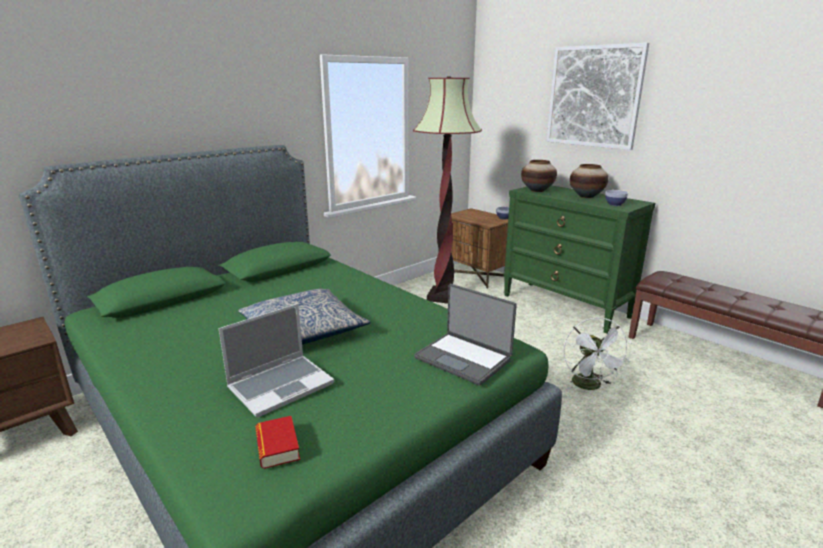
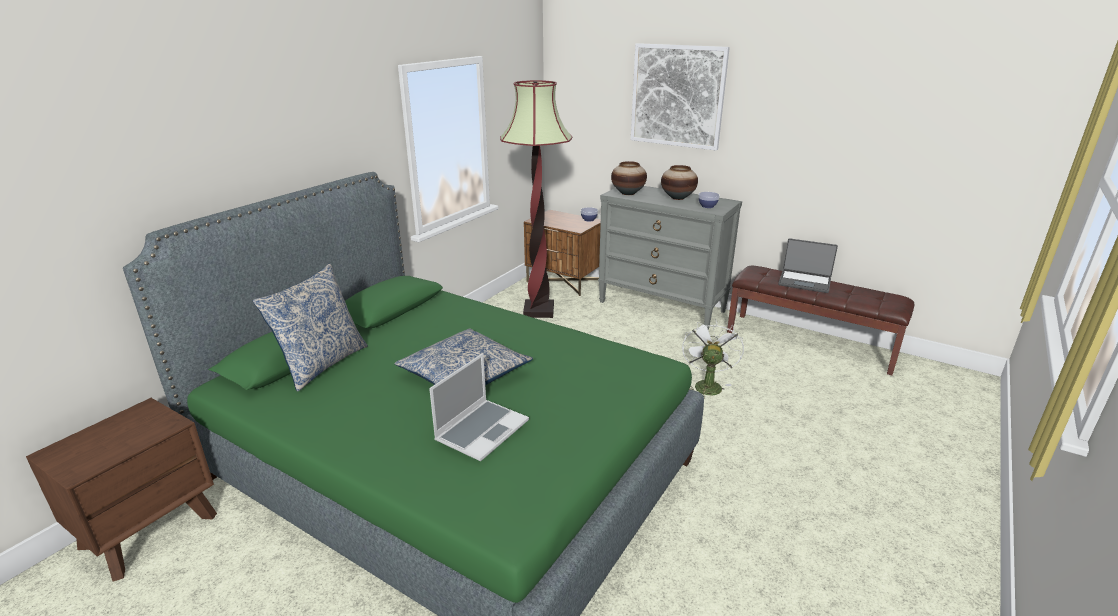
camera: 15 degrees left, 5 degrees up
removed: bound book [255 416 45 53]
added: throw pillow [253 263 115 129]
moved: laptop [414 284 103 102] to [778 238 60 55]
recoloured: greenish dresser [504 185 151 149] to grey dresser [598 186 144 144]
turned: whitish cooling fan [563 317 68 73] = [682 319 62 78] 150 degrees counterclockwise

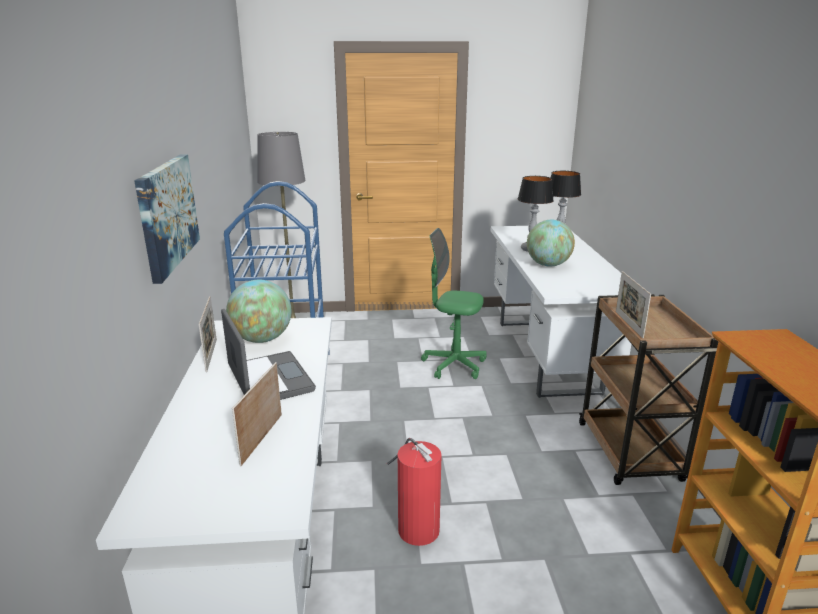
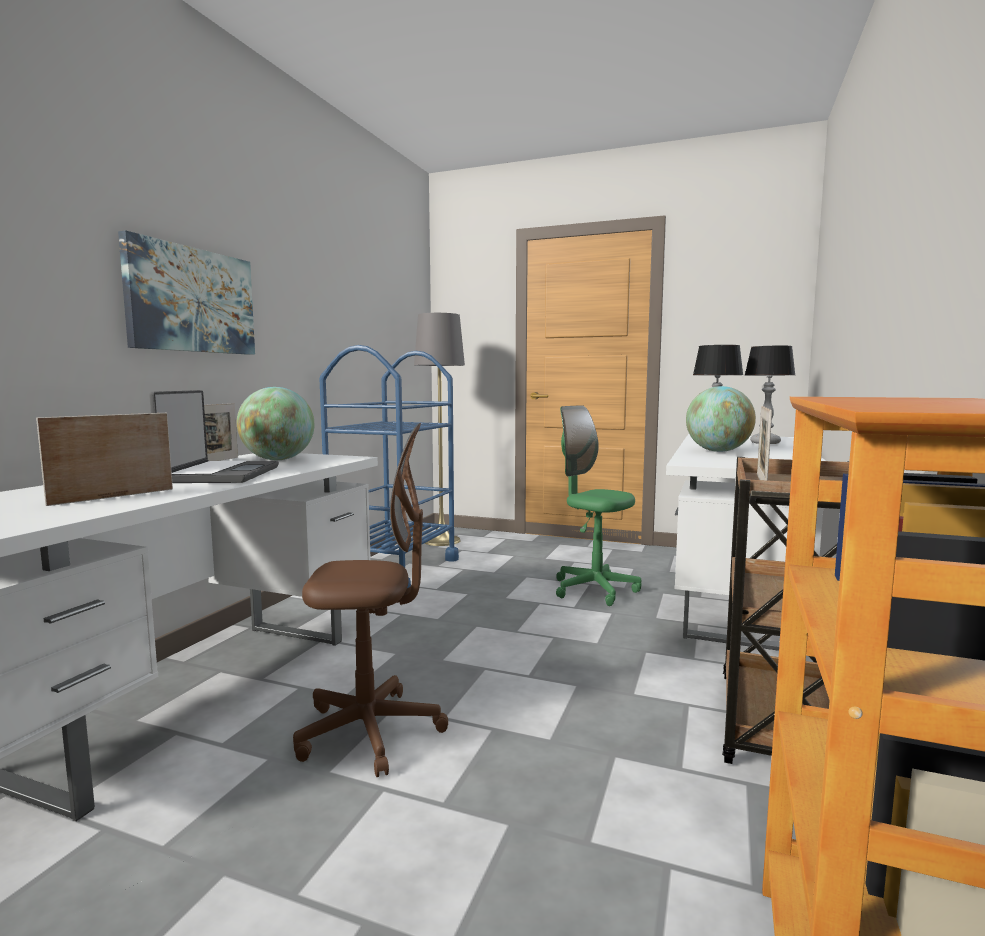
camera: 25 degrees right, 15 degrees down
replaced: fire extinguisher [387 438 54 108] to brown desk chair [293 423 155 354]

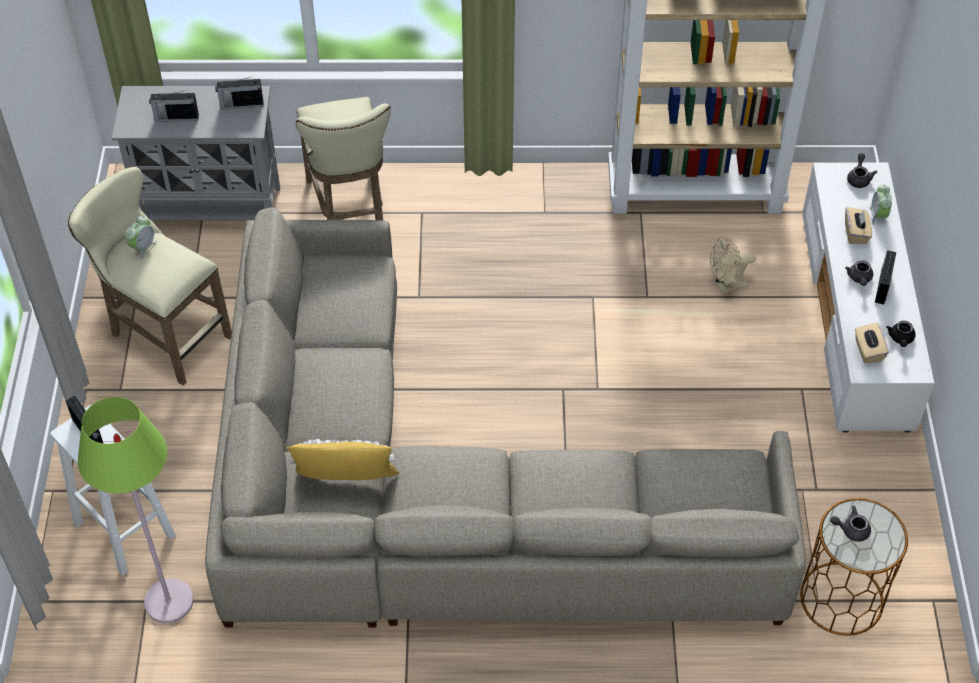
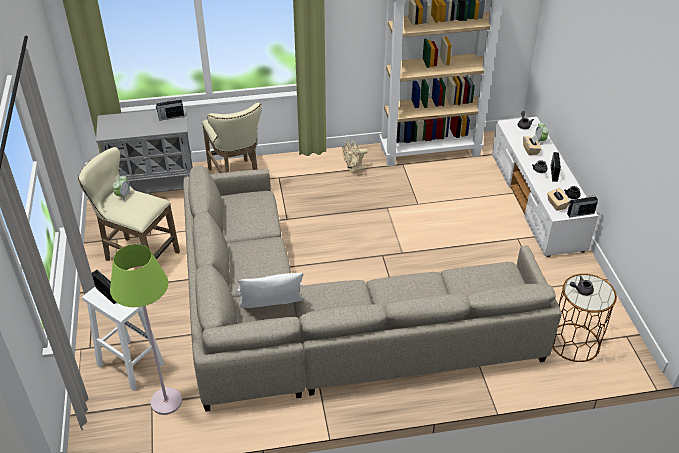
camera: 10 degrees left, 10 degrees down
moved: radio [149 90 50 32] to [567 196 31 22]; sand-coloured cooling fan [710 236 46 57] to [342 139 26 34]
recoloured: yellow throw pillow [286 439 113 41] to whitish throw pillow [238 273 65 35]

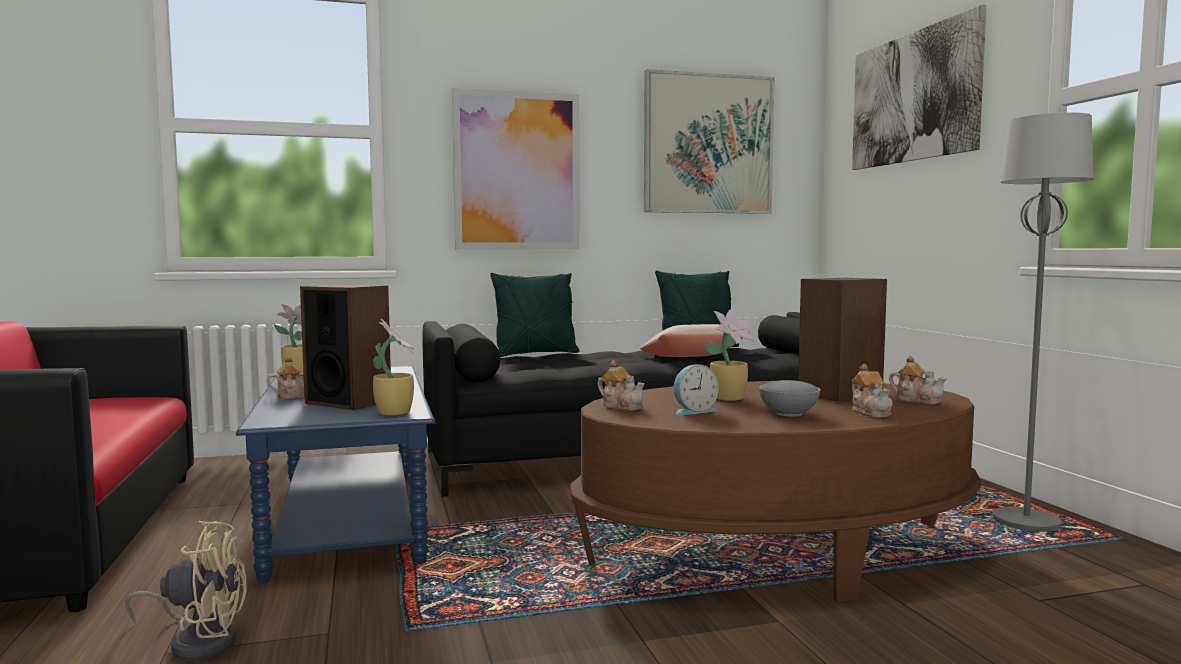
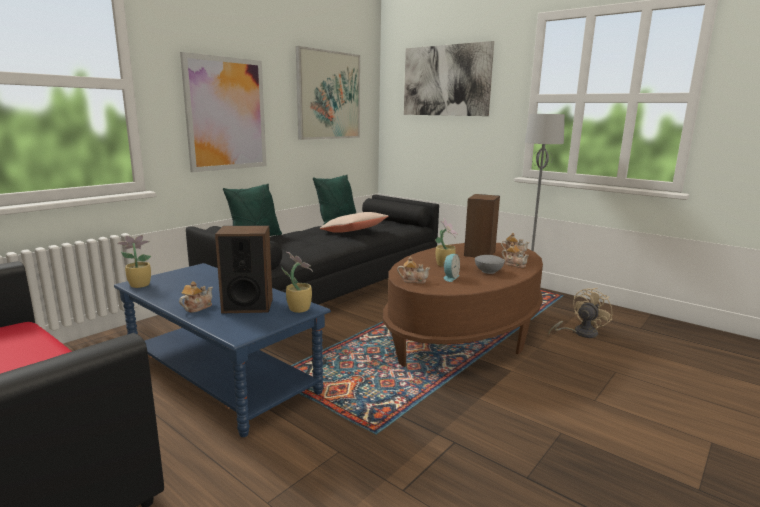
camera: 35 degrees left, 10 degrees up
moved: sand-coloured cooling fan [125 521 122 140] to [548 288 64 50]

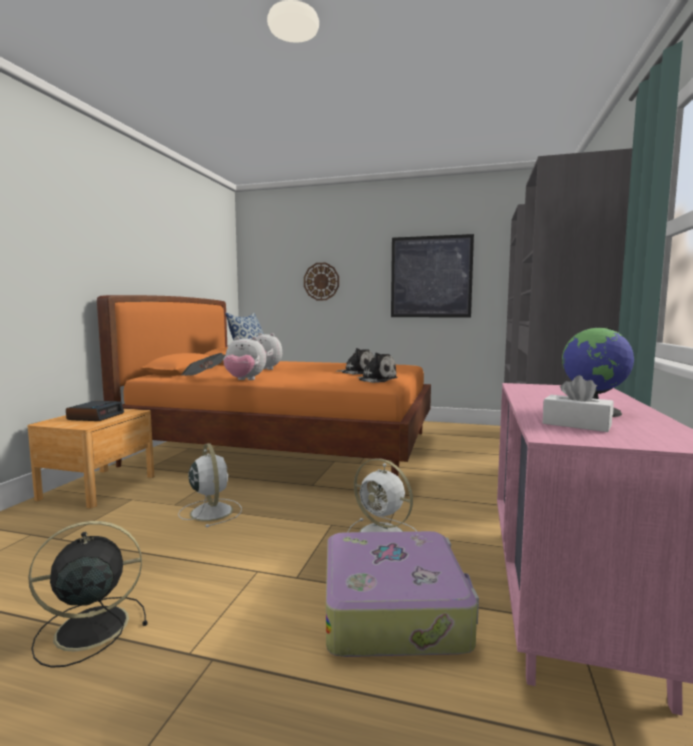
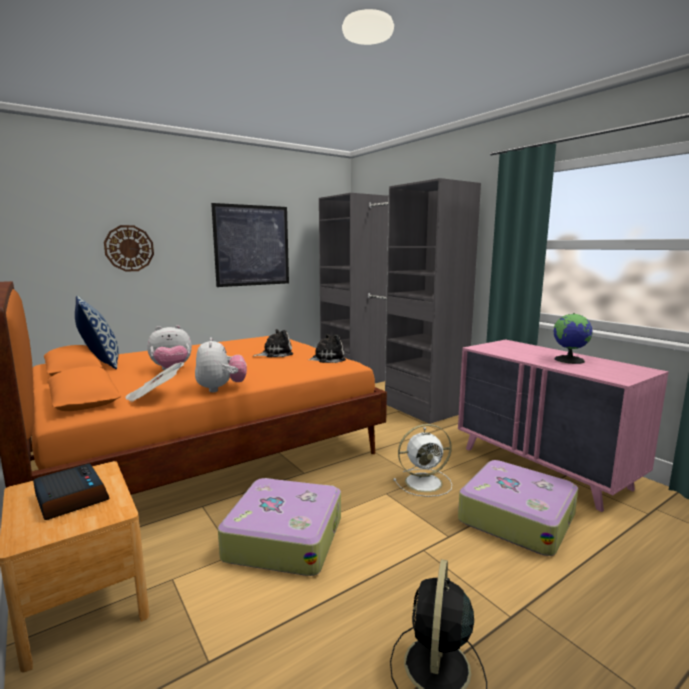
camera: 50 degrees left, 5 degrees up
removed: whitish box of tissues [543 375 71 57]
replaced: whitish cooling fan [178 443 64 84] to piece of luggage [218 478 123 98]
turned: plush toy [223 337 43 43] = [195 337 52 55] 60 degrees counterclockwise

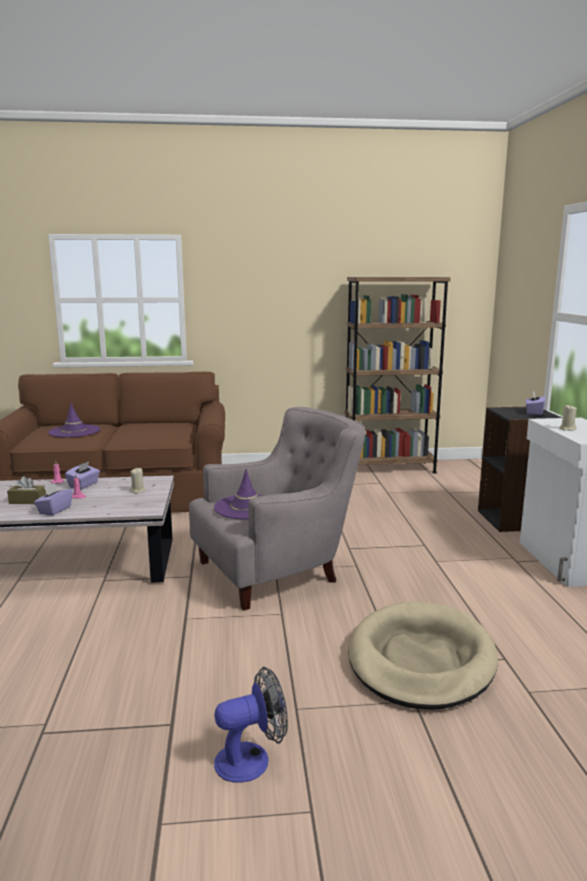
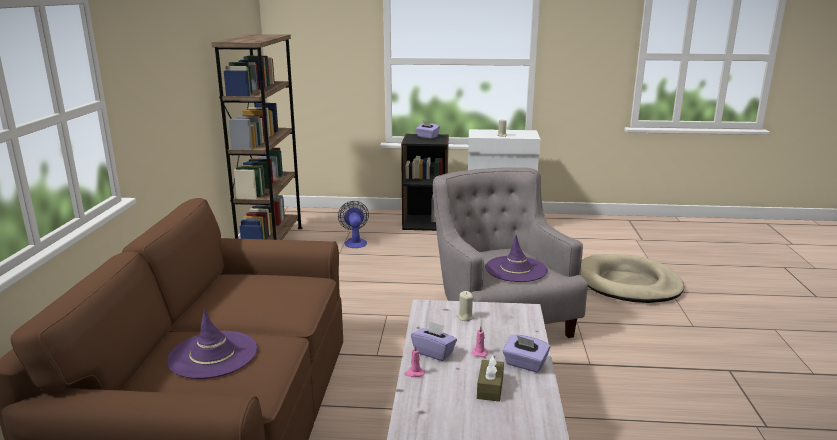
camera: 80 degrees left, 5 degrees up
moved: cooling fan [214 667 74 116] to [338 201 31 47]

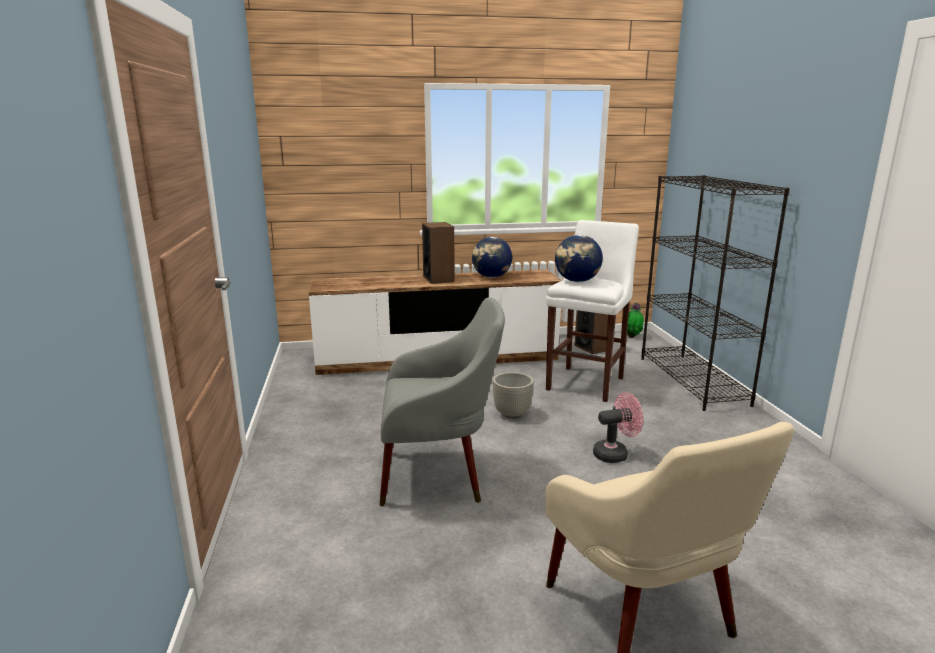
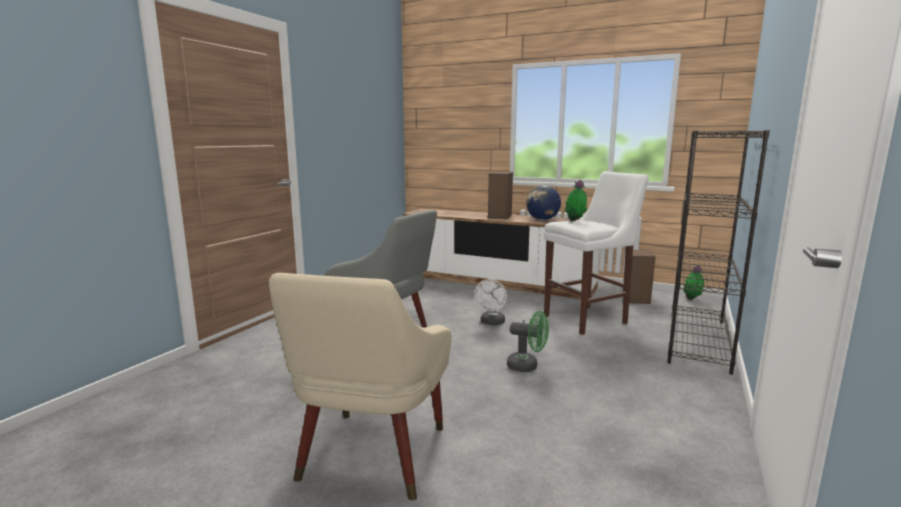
camera: 35 degrees right, 5 degrees down
replaced: grey flower pot [492 372 42 47] to whitish cooling fan [474 279 33 46]; world globe [555 235 48 47] to houseplant [565 179 22 42]
recoloured: pinkish cooling fan [593 392 50 71] to greenish cooling fan [507 311 42 61]

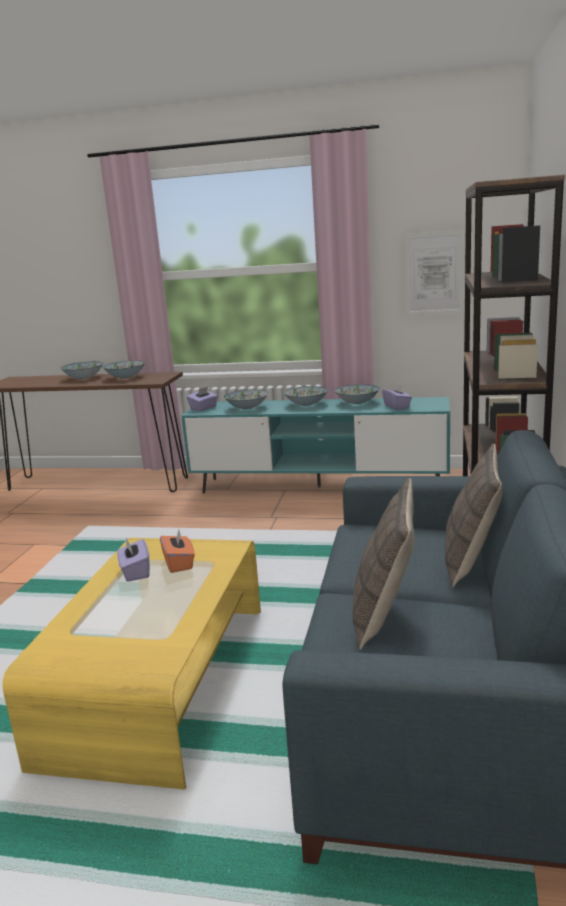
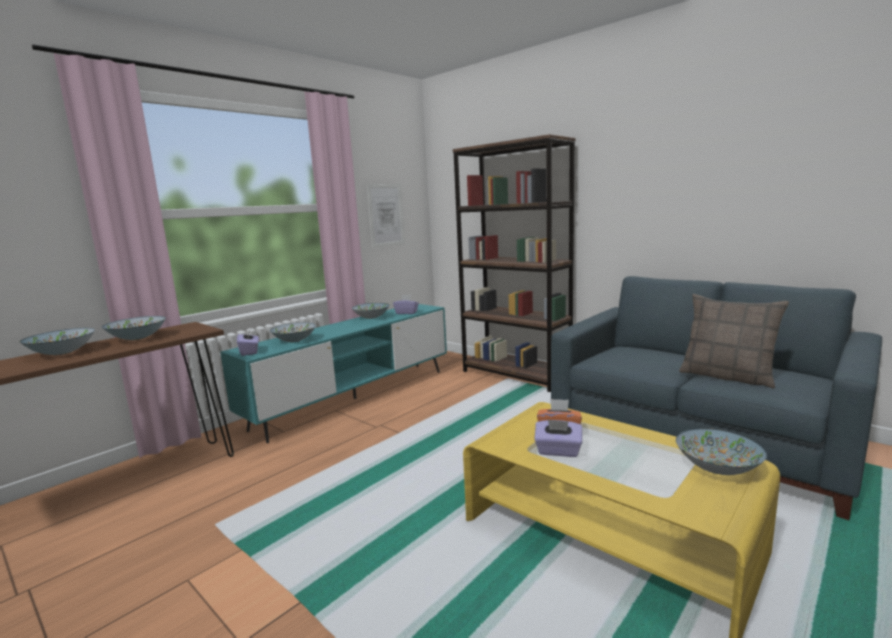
camera: 60 degrees left, 5 degrees down
removed: throw pillow [445 444 57 143]
moved: bowl [284 386 44 20] to [676 428 91 47]

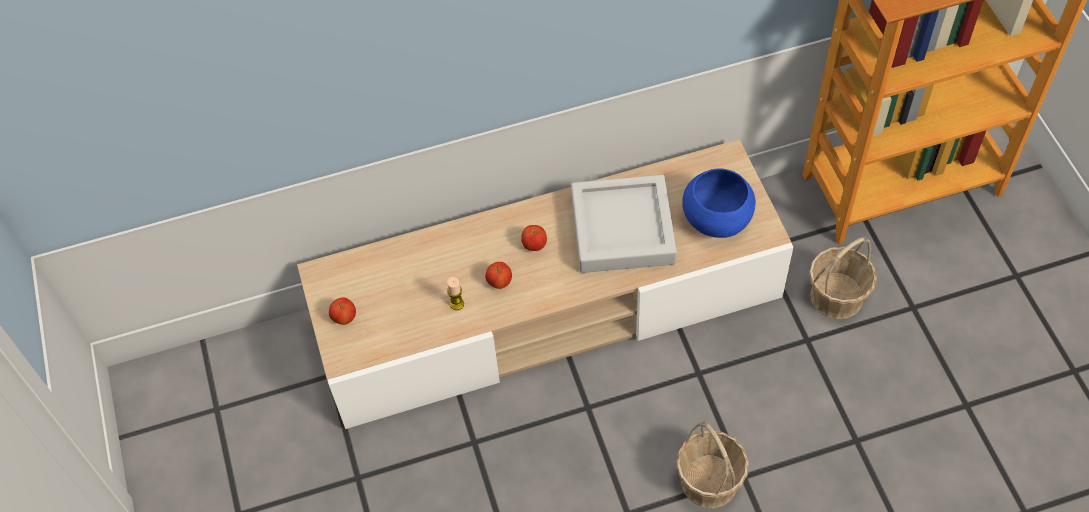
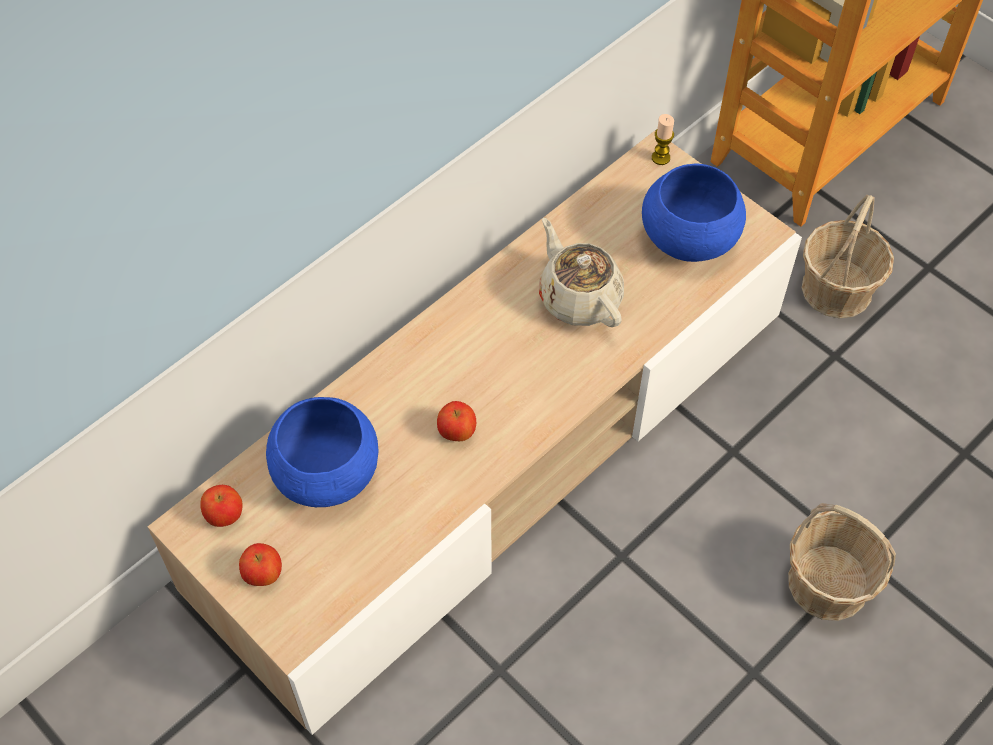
camera: 30 degrees left, 0 degrees up
added: bluish bowl [266 397 113 110]
moved: wax candle [447 277 17 33] to [652 114 22 51]; whole apple [521 225 26 26] to [200 485 43 42]
replaced: grey carrying tray [571 175 106 98] to sand-coloured teapot [539 218 85 109]

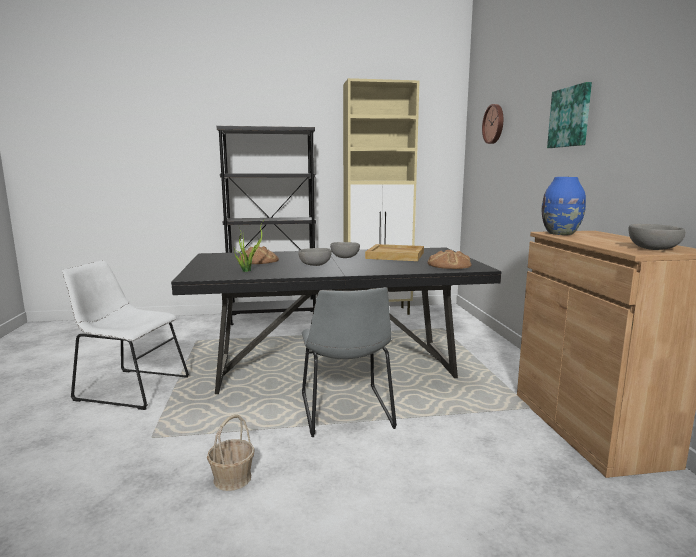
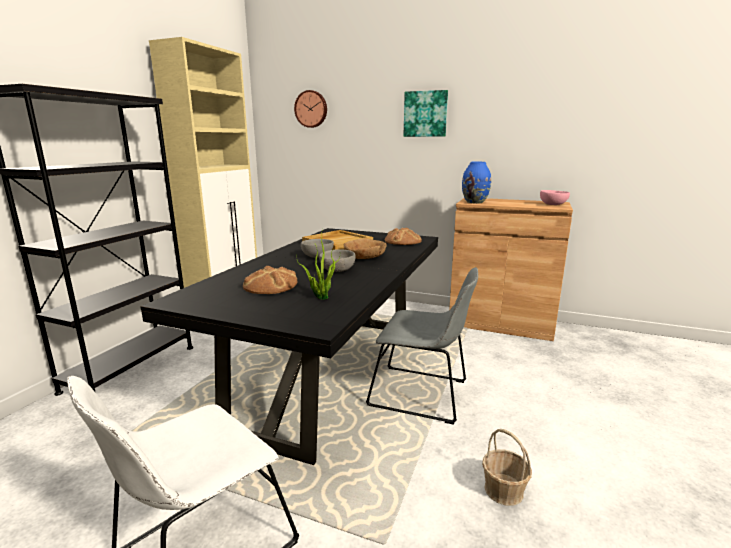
camera: 60 degrees left, 5 degrees up
added: brown bowl [344 238 43 21]
recoloured: grey bowl [628 224 58 26] to pinkish bowl [540 190 30 15]

